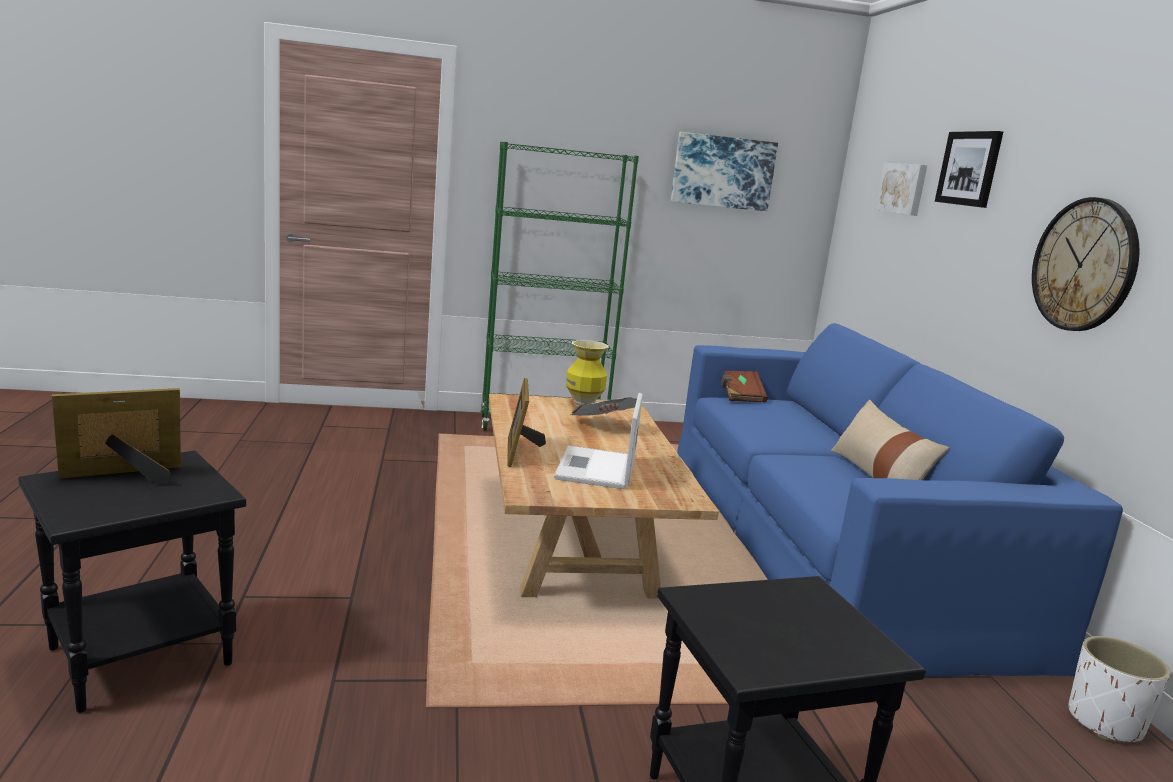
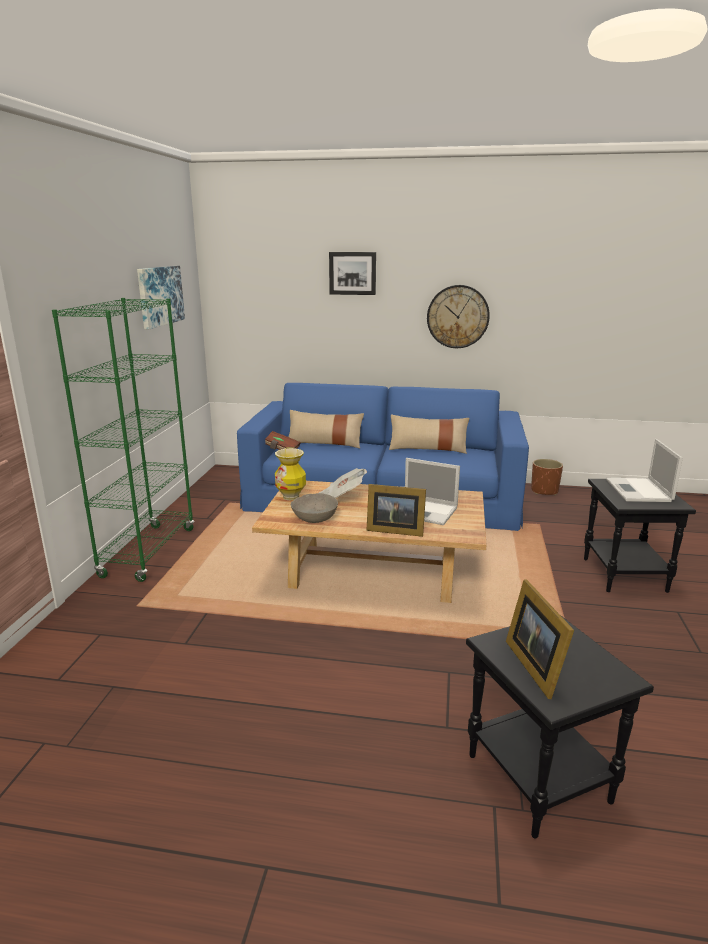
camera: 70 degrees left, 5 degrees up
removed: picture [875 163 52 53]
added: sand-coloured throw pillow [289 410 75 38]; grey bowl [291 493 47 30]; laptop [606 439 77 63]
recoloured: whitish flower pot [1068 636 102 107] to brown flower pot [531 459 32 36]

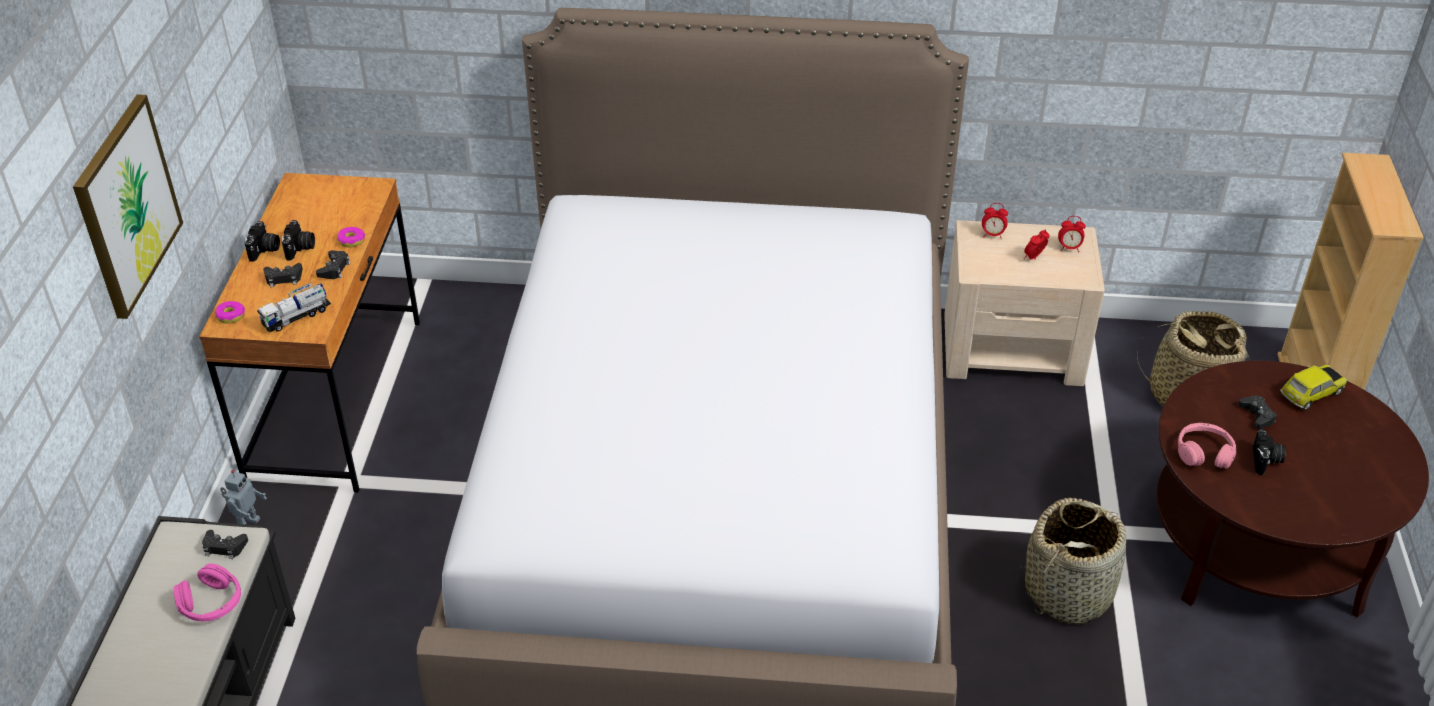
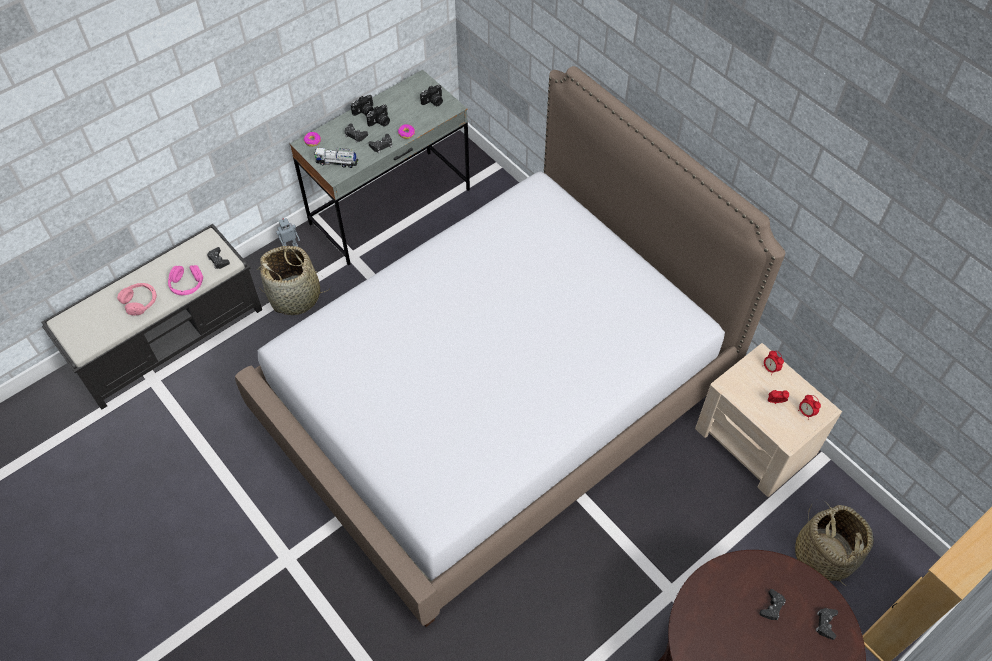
camera: 45 degrees right, 15 degrees up
removed: picture [73 94 110 225]
moved: basket [1025 498 101 127] to [256 246 73 69]; pinkish headset [1178 423 59 46] to [117 283 40 33]; photo camera [1253 429 33 46] to [420 85 23 21]
replaced: model car [1280 365 67 45] to black joypad [816 608 22 32]
recoloured: brown desk table [199 173 221 319] to grey desk table [290 70 180 196]

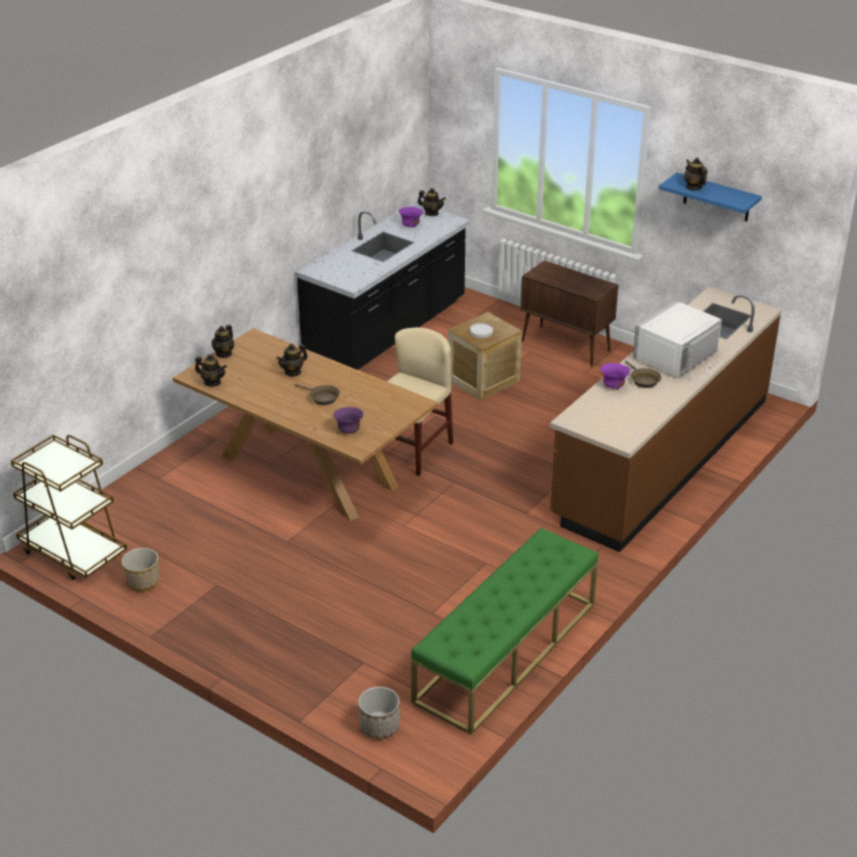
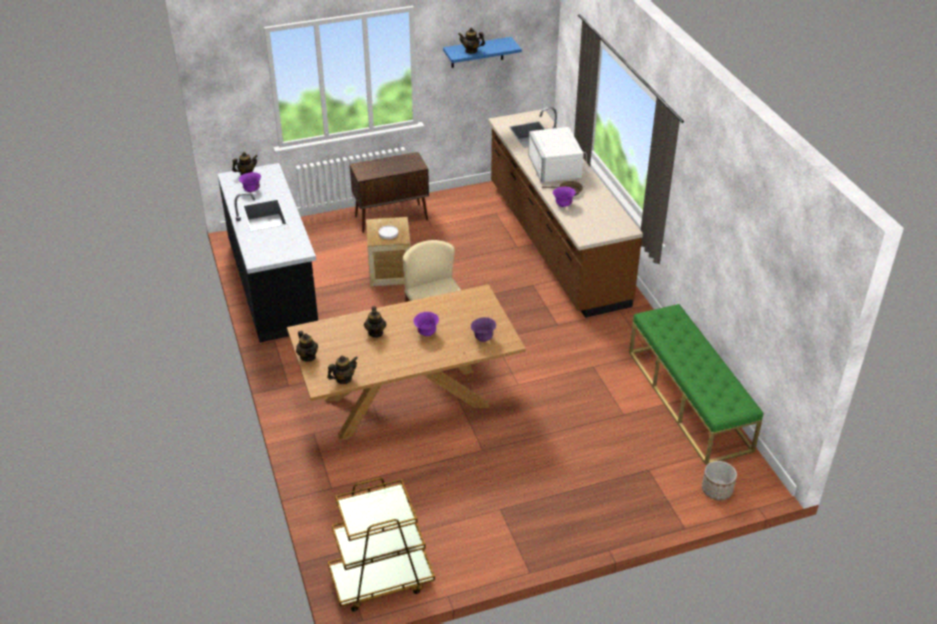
camera: 55 degrees left, 5 degrees up
removed: flower pot [122 548 37 43]
replaced: brown frying pan [295 384 45 21] to purple-coloured bowl [413 312 26 24]

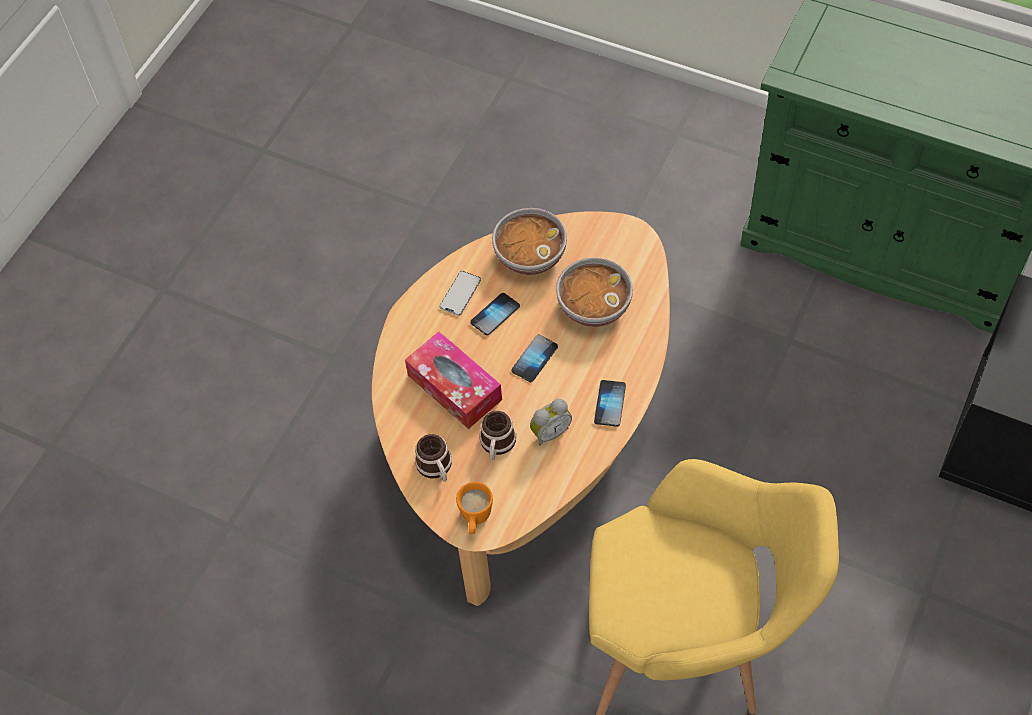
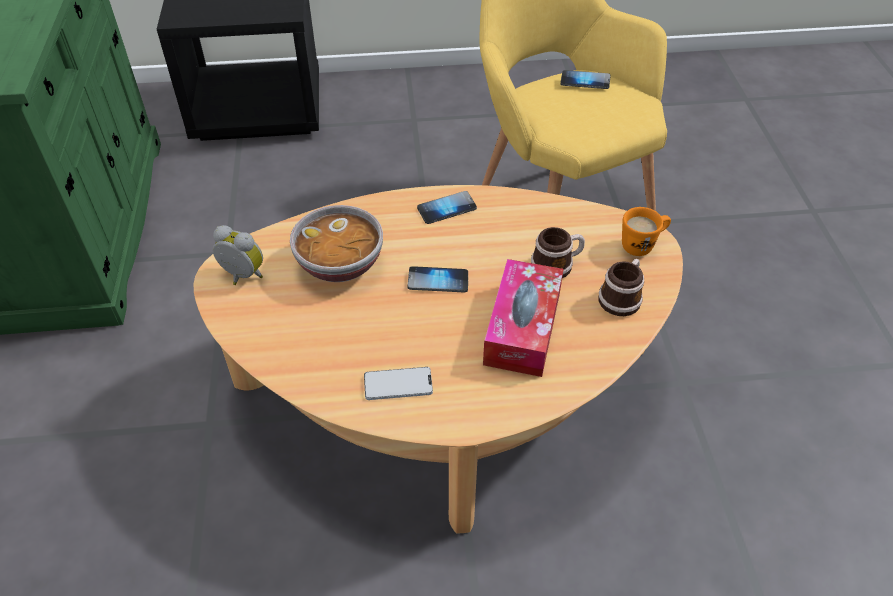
camera: 125 degrees left, 10 degrees down
removed: bowl [492 208 75 67]
moved: phone [470 293 50 42] to [560 70 51 19]; bedside clock [530 399 42 47] to [213 225 50 60]

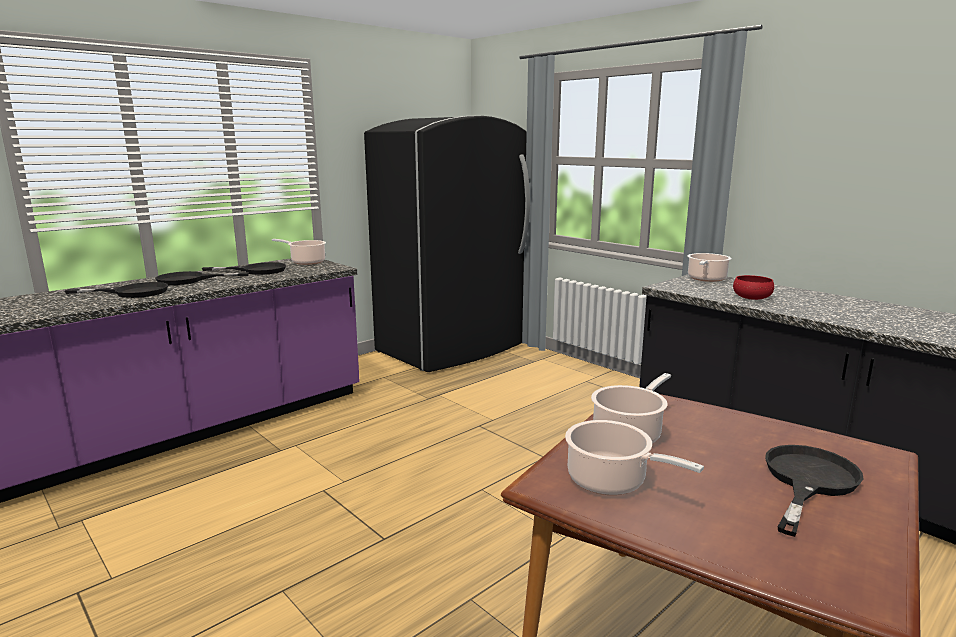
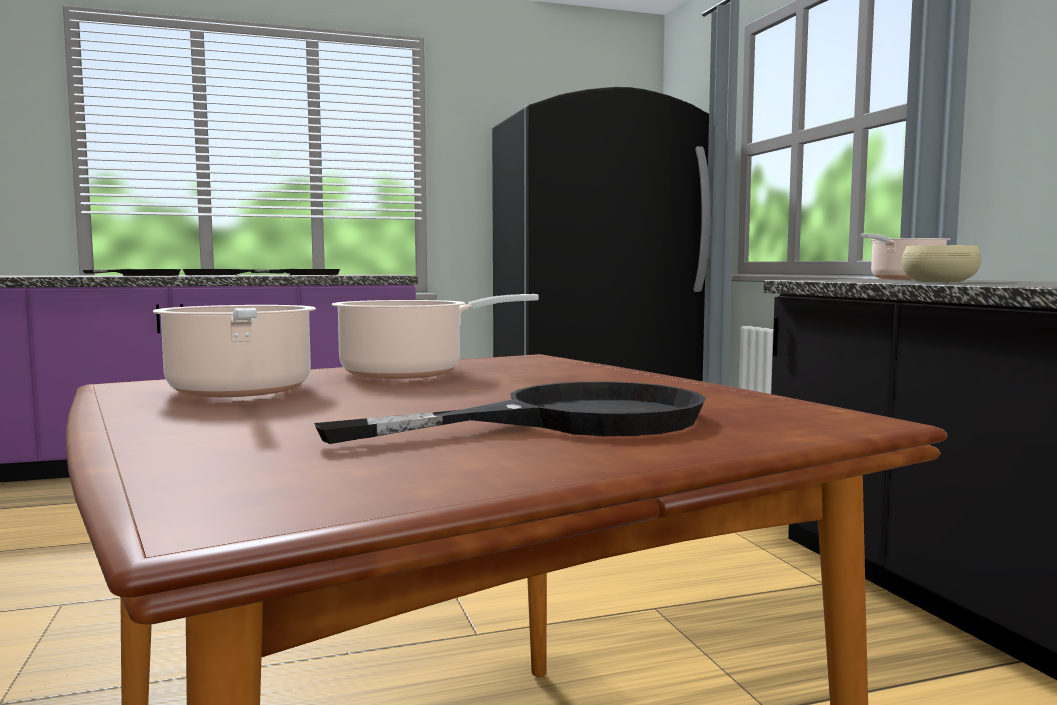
camera: 25 degrees right, 10 degrees down
removed: cooking pot [272 239 54 26]
recoloured: reddish bowl [733 275 41 25] to sand-coloured bowl [901 245 80 37]

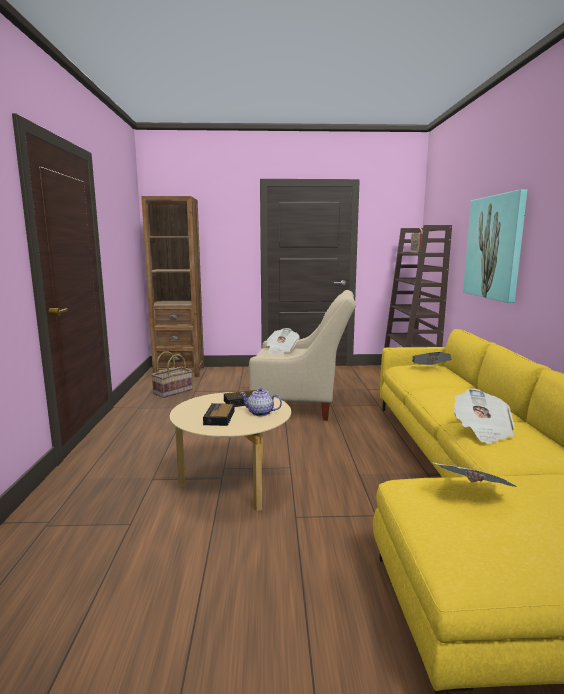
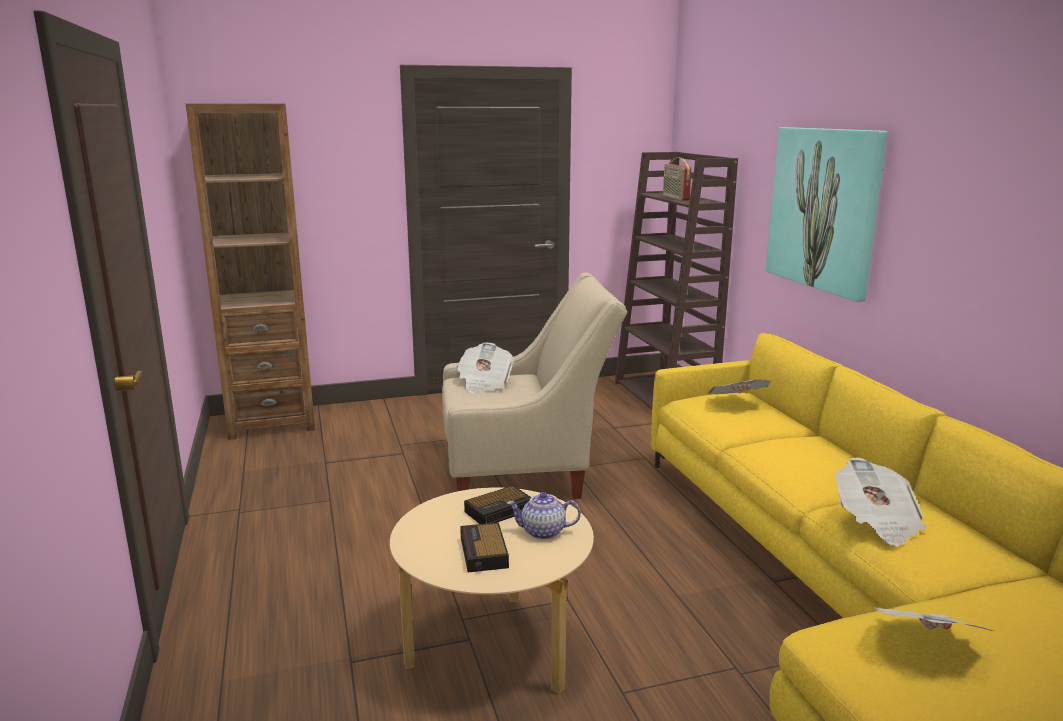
camera: 15 degrees left, 5 degrees up
removed: basket [151 351 42 47]

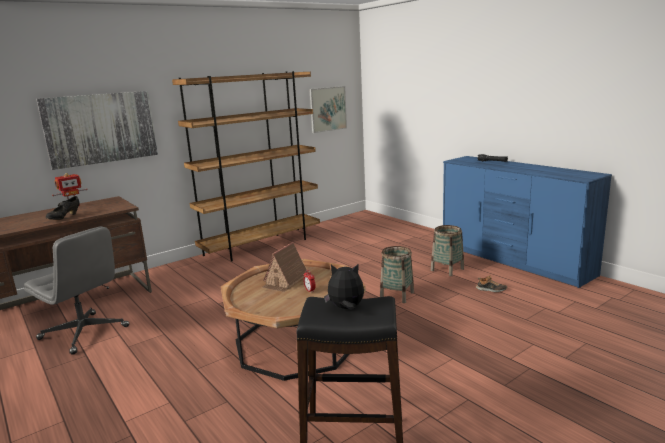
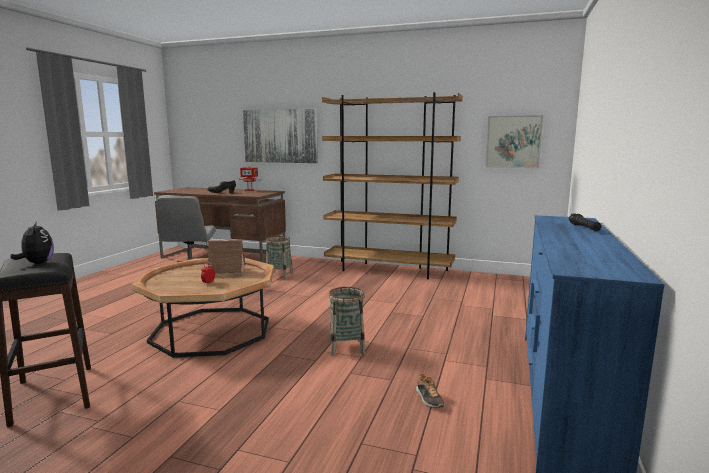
camera: 55 degrees right, 5 degrees down
moved: basket [431 225 33 51] to [266 236 27 43]

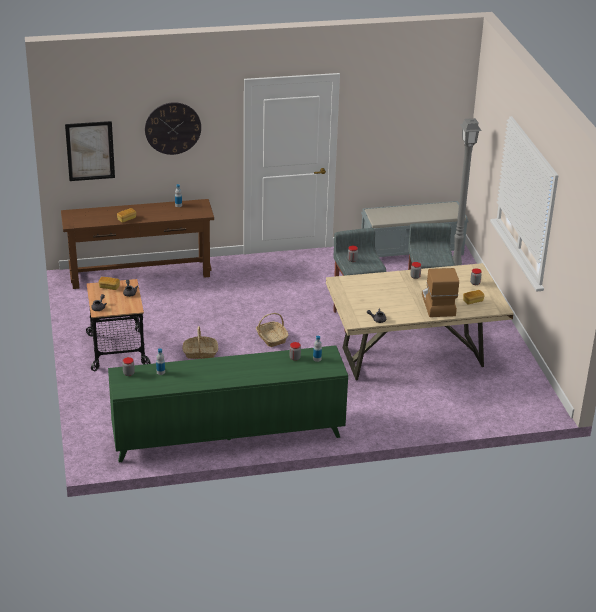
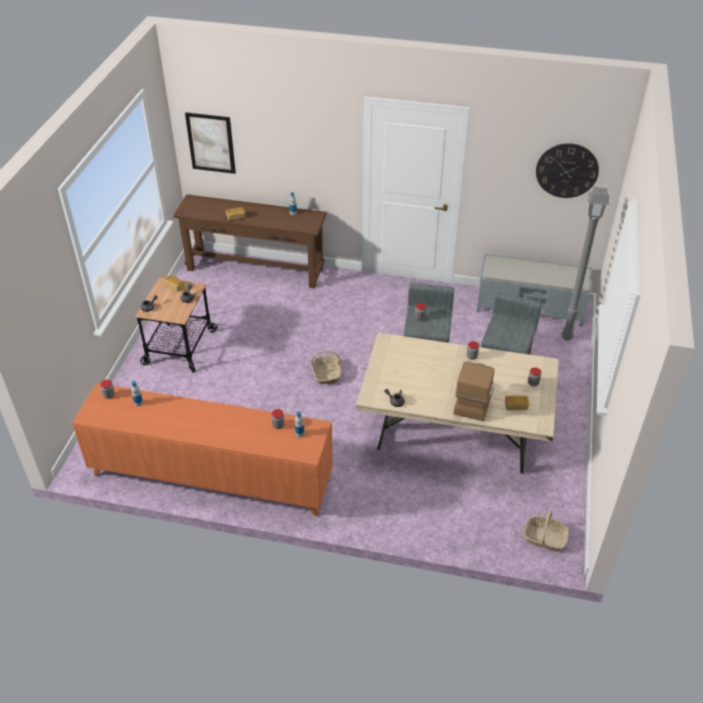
camera: 25 degrees right, 10 degrees up
moved: clock on the wall [145 102 56 53] to [536 143 63 55]; basket [182 326 36 33] to [524 510 45 42]
recoloured: greenish cupboard [108 345 240 118] to orange cupboard [72 383 261 133]

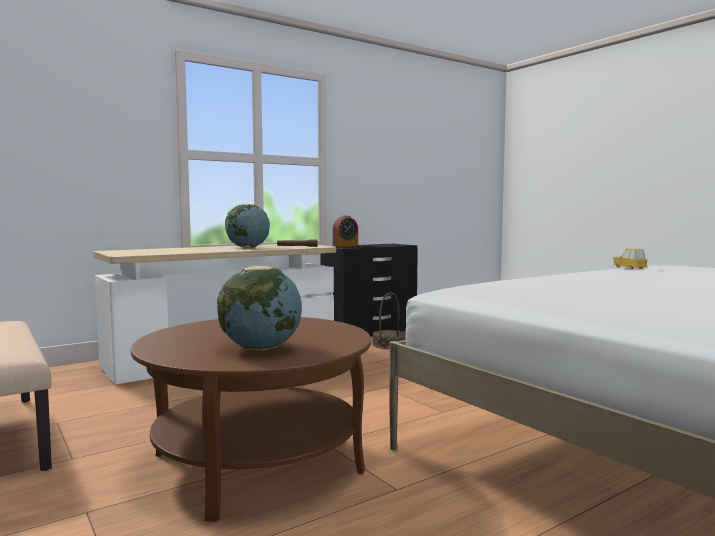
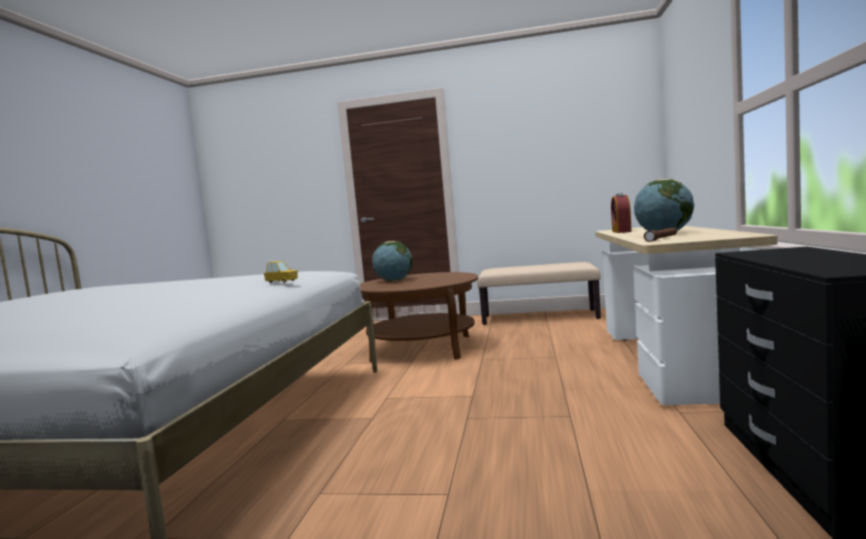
camera: 135 degrees right, 0 degrees up
removed: basket [372 293 34 56]
moved: bedside clock [333 215 25 32] to [611 193 21 40]; yellow model car [613 248 35 21] to [264 261 34 22]

